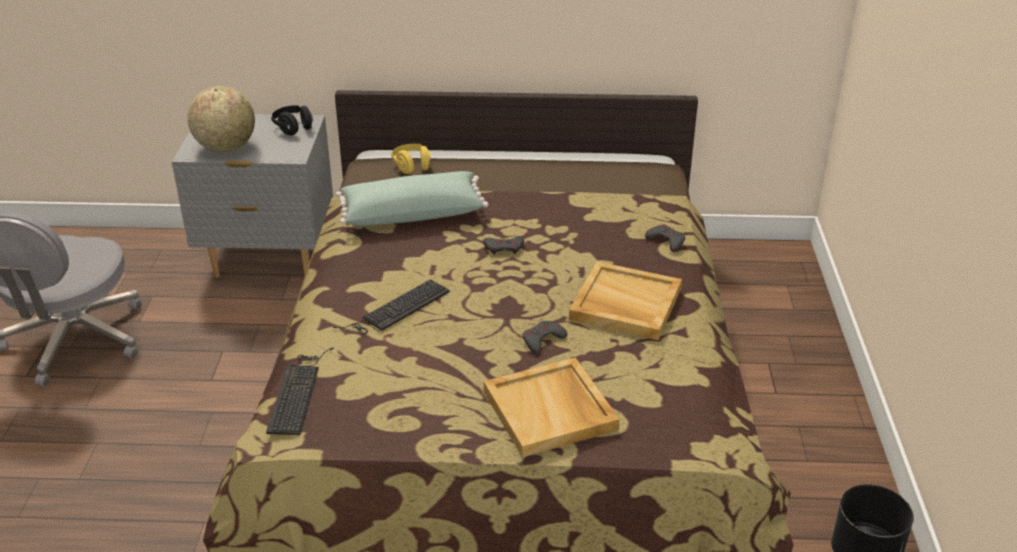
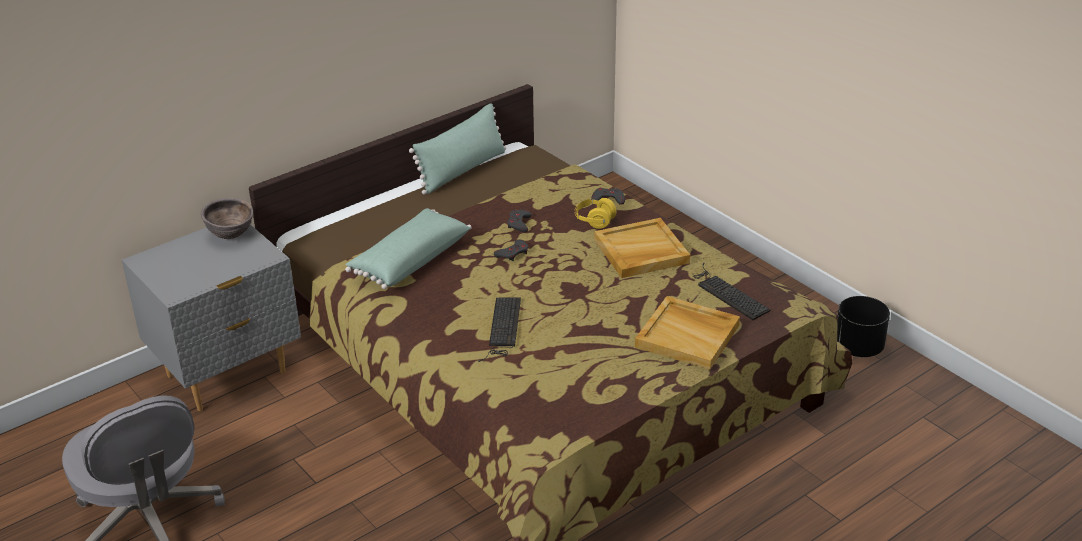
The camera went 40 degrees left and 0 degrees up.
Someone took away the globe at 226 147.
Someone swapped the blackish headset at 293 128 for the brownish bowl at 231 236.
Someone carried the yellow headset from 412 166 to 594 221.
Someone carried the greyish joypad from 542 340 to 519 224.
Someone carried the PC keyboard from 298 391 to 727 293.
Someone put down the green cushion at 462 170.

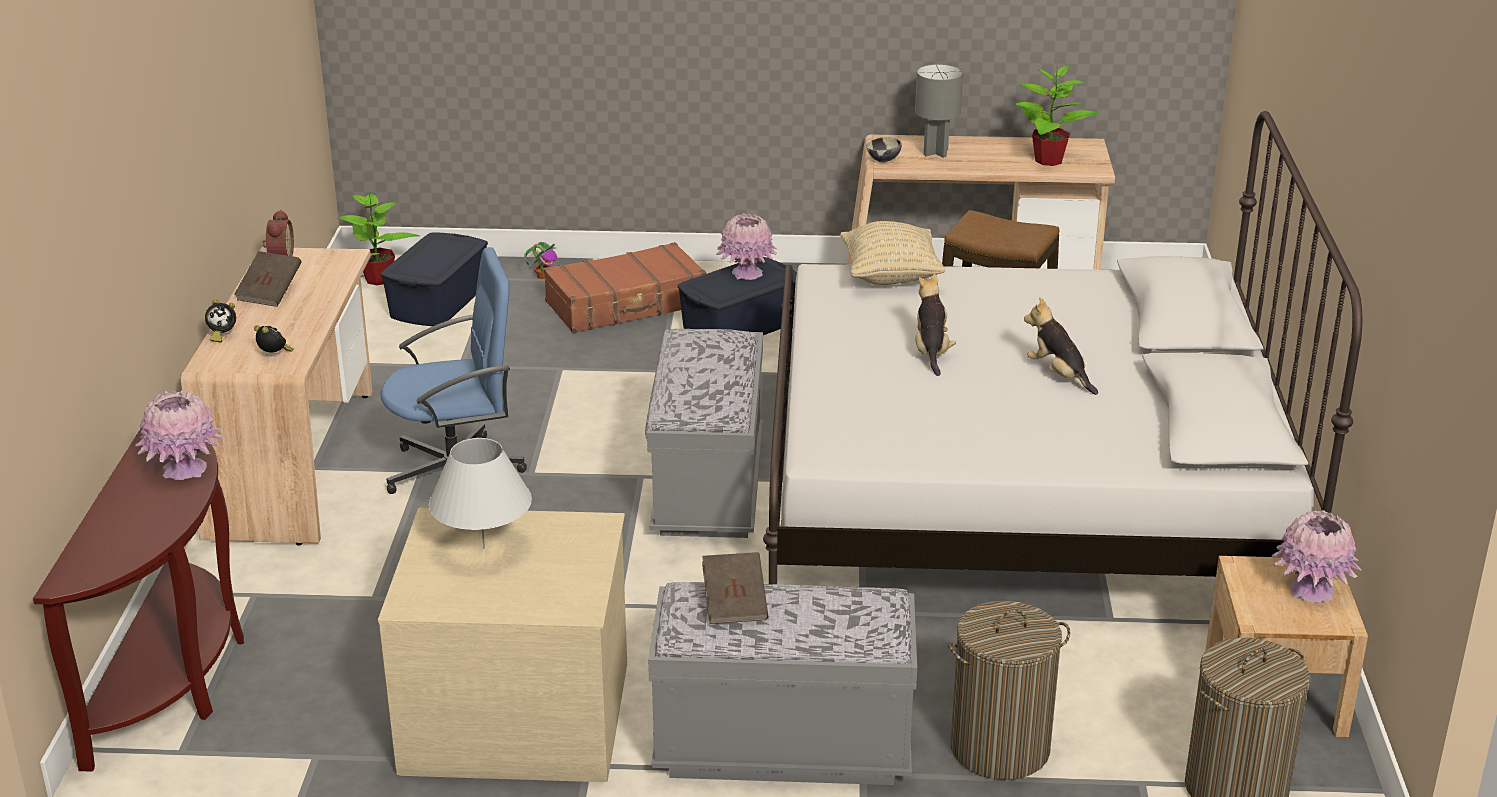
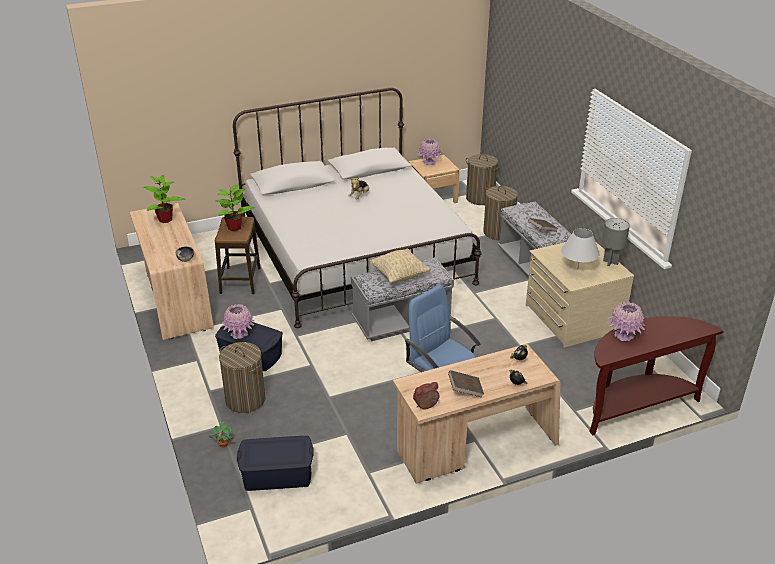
The camera went 115 degrees left and 5 degrees up.
Someone carried the greyish table lamp from 935 153 to 610 262.
Someone carried the potted plant from 379 279 to 235 227.
Someone carried the beige-coloured cushion from 890 276 to 399 275.
Someone swapped the brownish travel case at 626 304 for the hamper at 245 400.
Someone took away the soft toy at 931 352.

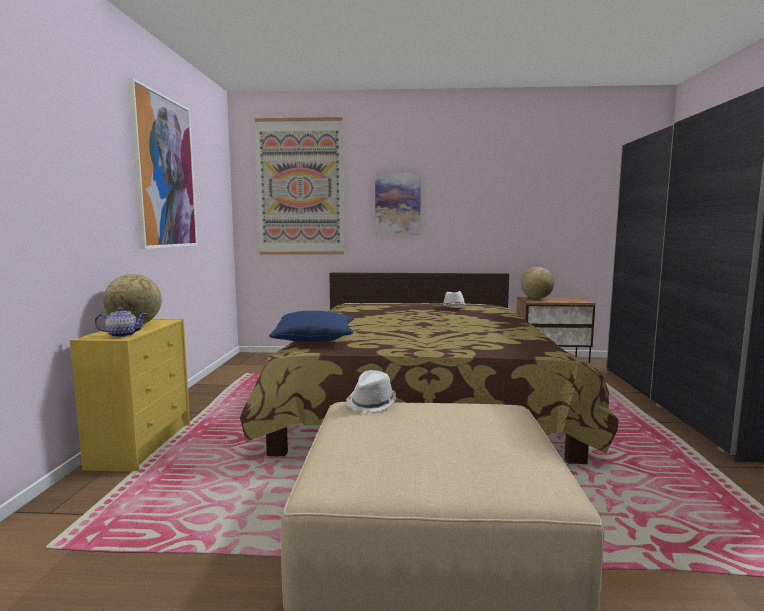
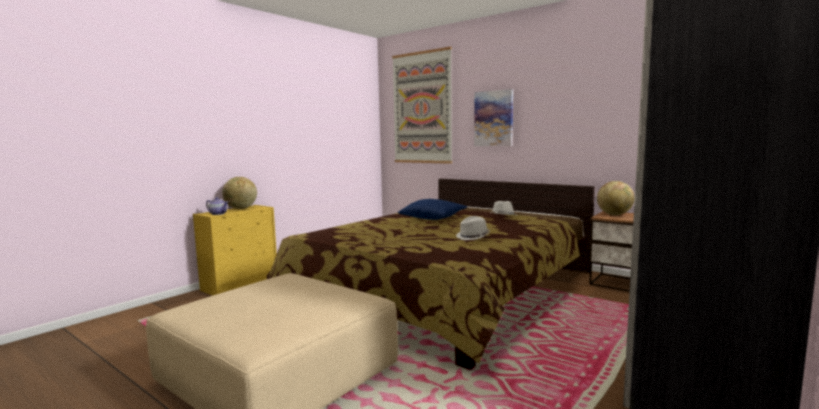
The camera went 35 degrees right and 0 degrees up.
Someone took away the wall picture at 164 172.
Someone carried the blue-coloured cushion from 315 339 to 433 218.
Someone carried the white-coloured hat from 372 403 to 473 237.

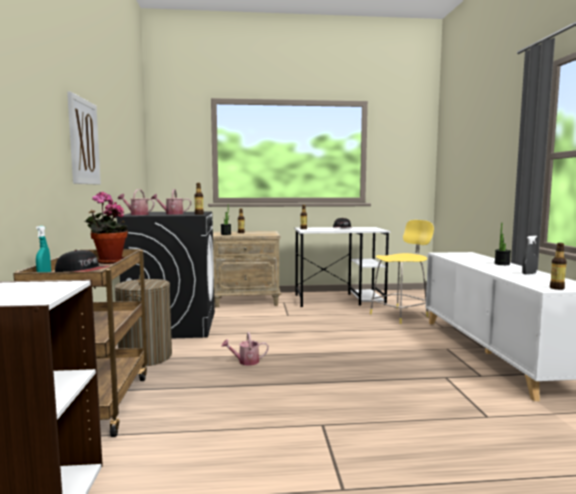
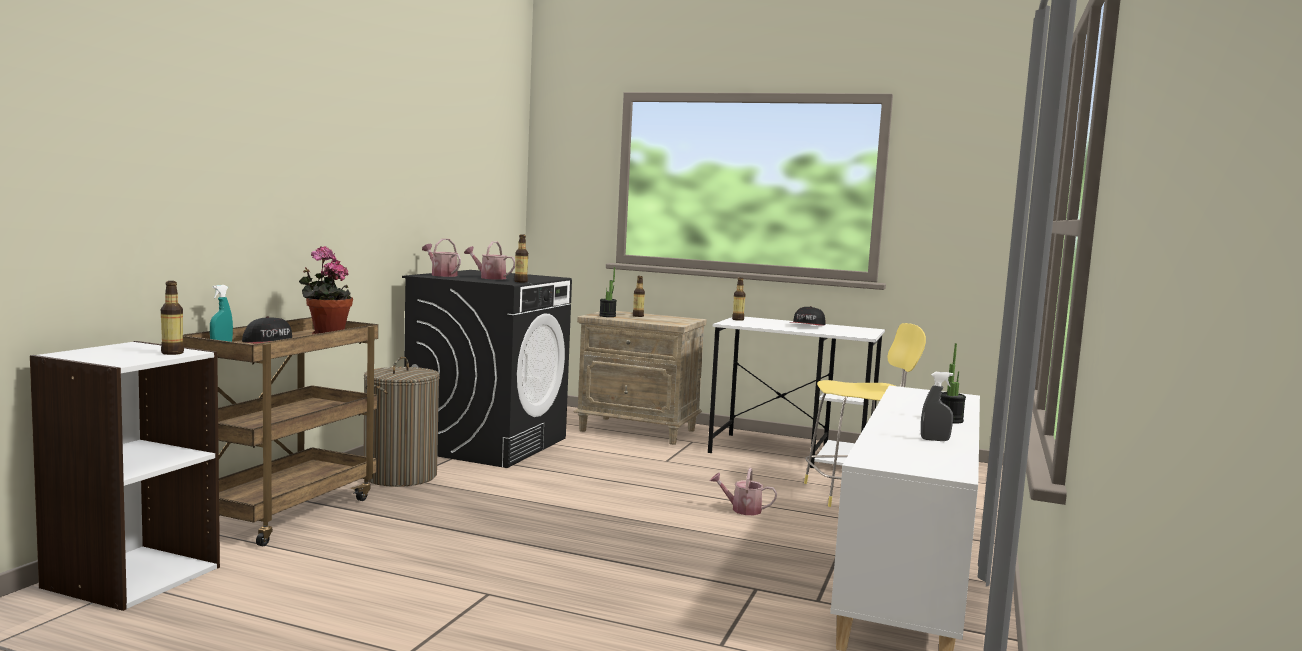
The camera went 25 degrees right and 0 degrees up.
Someone took away the wall picture at 83 142.
Someone carried the bottle from 556 288 to 172 353.
Someone carried the watering can from 245 361 to 742 509.

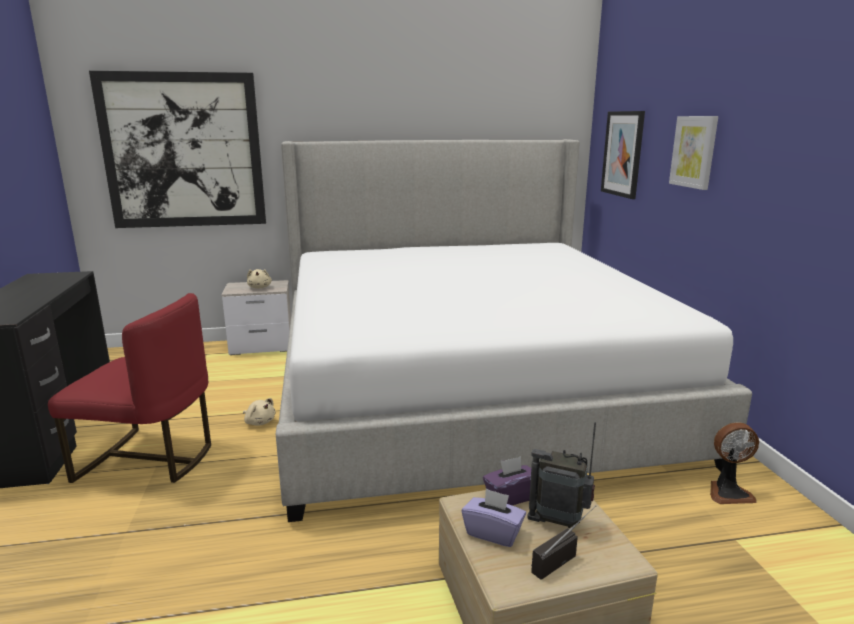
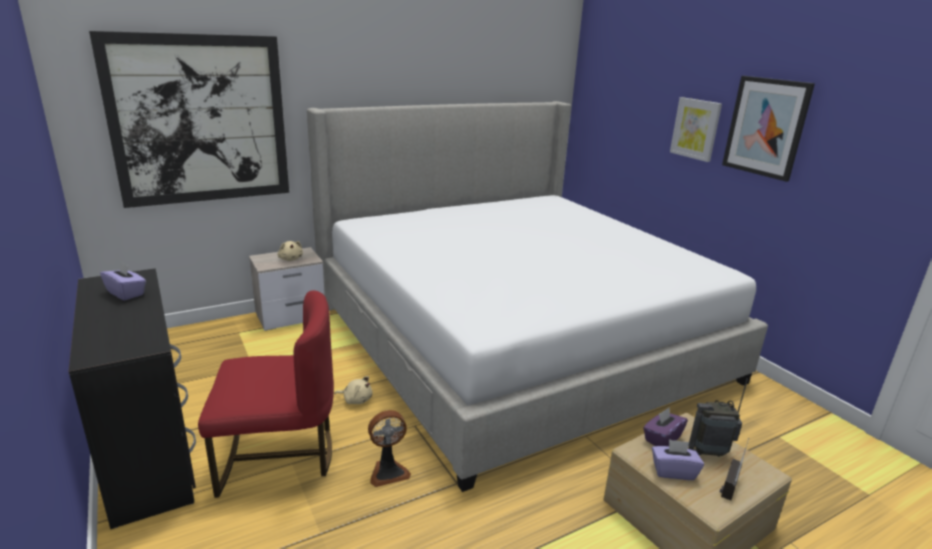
The camera went 20 degrees left and 5 degrees up.
Someone carried the wall picture from 623 154 to 766 127.
Someone carried the electric fan from 728 492 to 388 471.
Someone put down the purple-coloured box of tissues at 126 293.

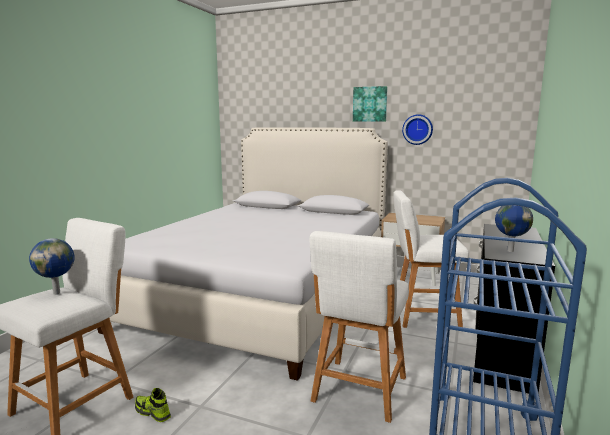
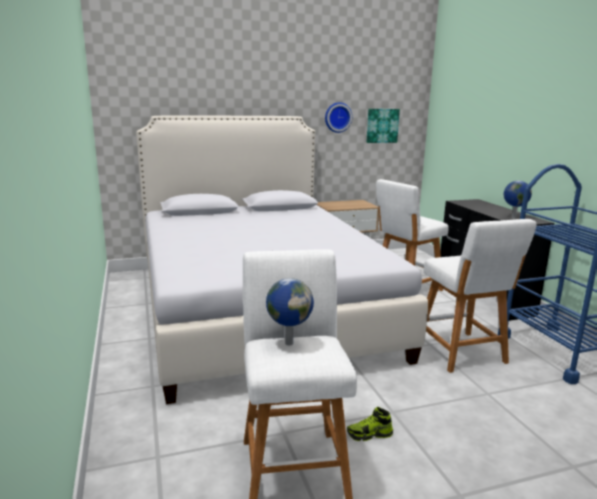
The camera went 40 degrees left and 5 degrees up.
Someone carried the wall picture from 370 104 to 382 125.

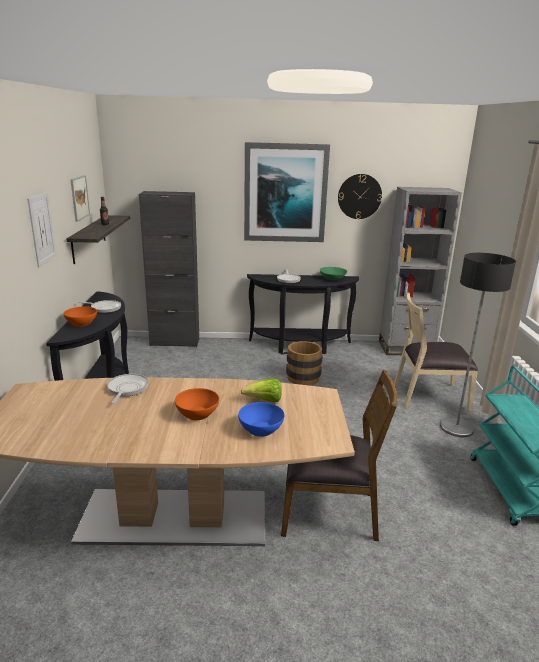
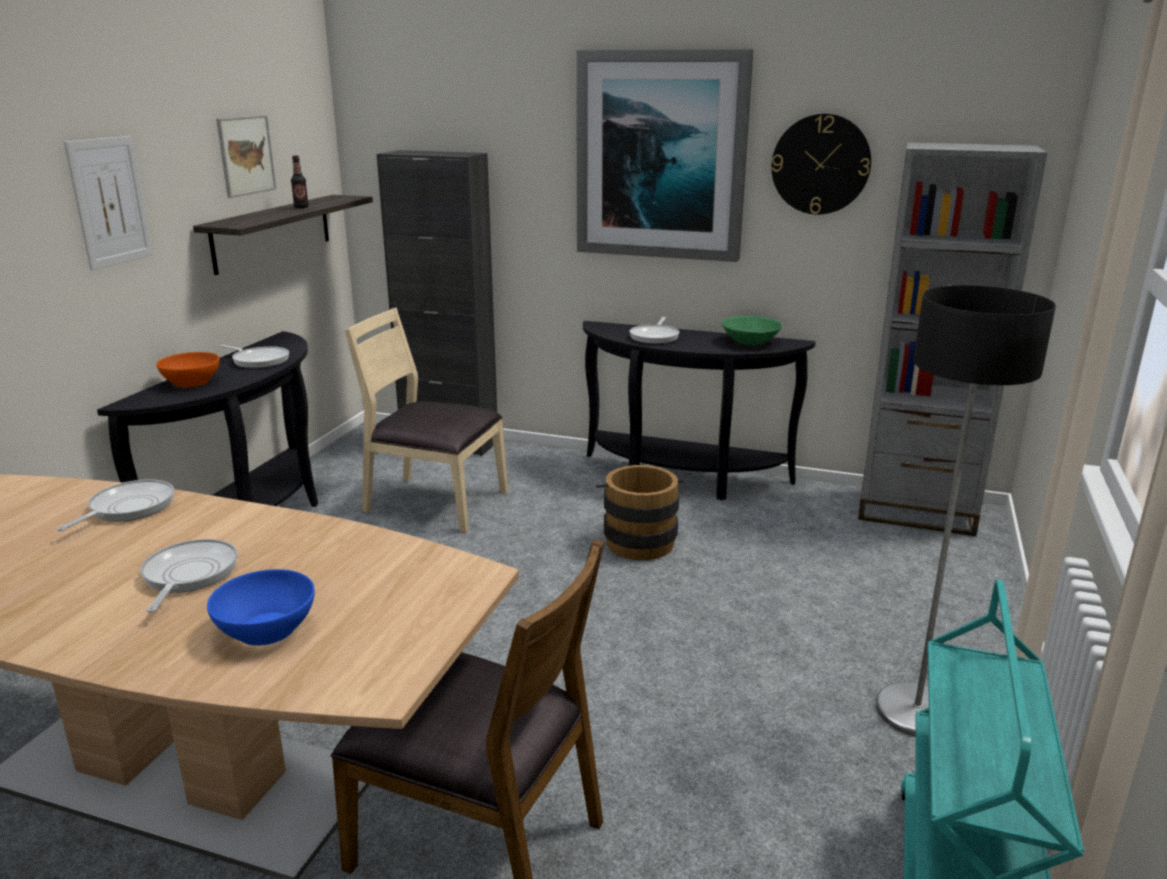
The camera went 20 degrees right and 0 degrees up.
Someone carried the beige-coloured plain chair from 429 396 to 434 502.
Someone took away the lettuce head at 264 401.
Someone swapped the orangey bowl at 197 414 for the skillet at 188 575.

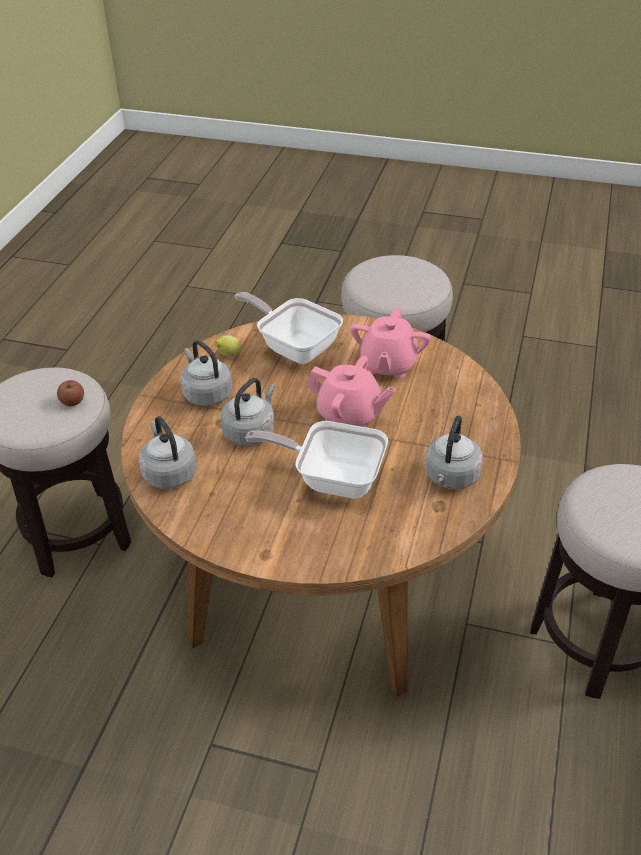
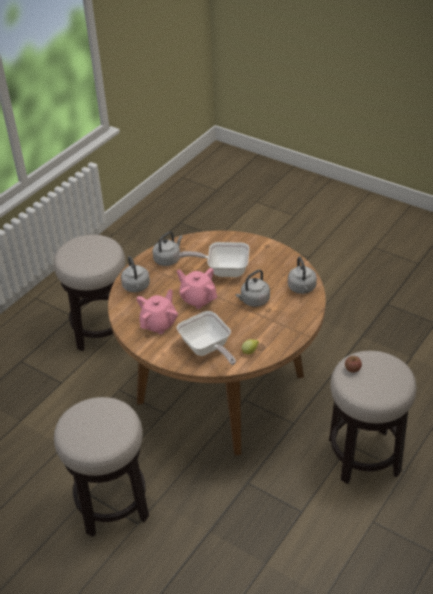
The camera went 160 degrees left and 0 degrees up.
Someone carried the greyish water kettle from 206 393 to 136 287.
Someone rotated the skillet at 331 478 by 150 degrees clockwise.

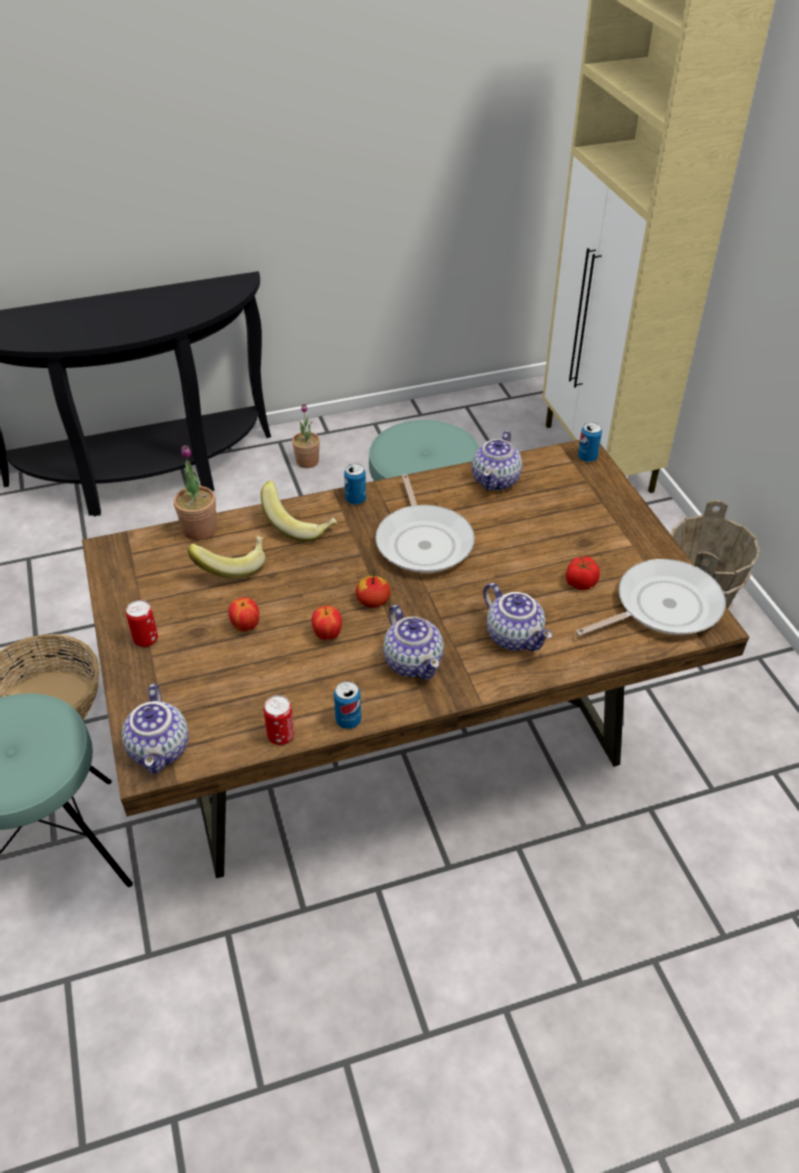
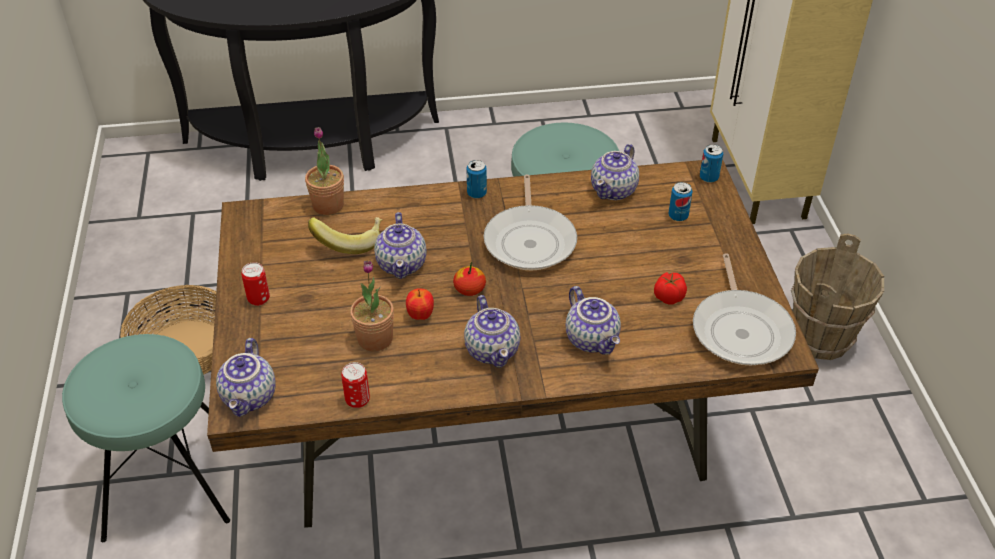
The camera went 10 degrees right and 0 degrees up.
Someone carried the potted plant from 307 461 to 375 339.
Someone took away the banana fruit at 299 525.
Someone rotated the skillet at 662 606 by 105 degrees clockwise.
Someone took away the apple fruit at 246 626.
Someone carried the metal can from 348 720 to 678 216.
Someone put down the pot for tea at 402 264.

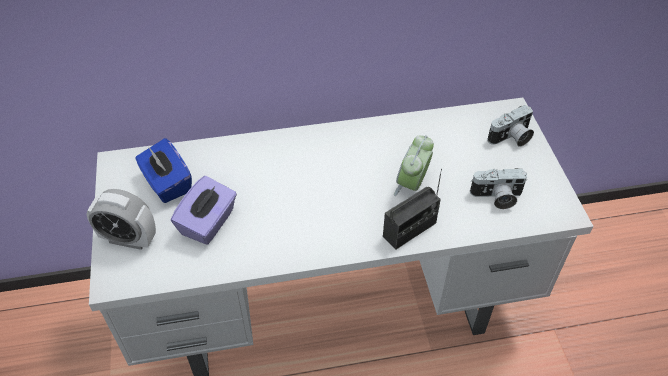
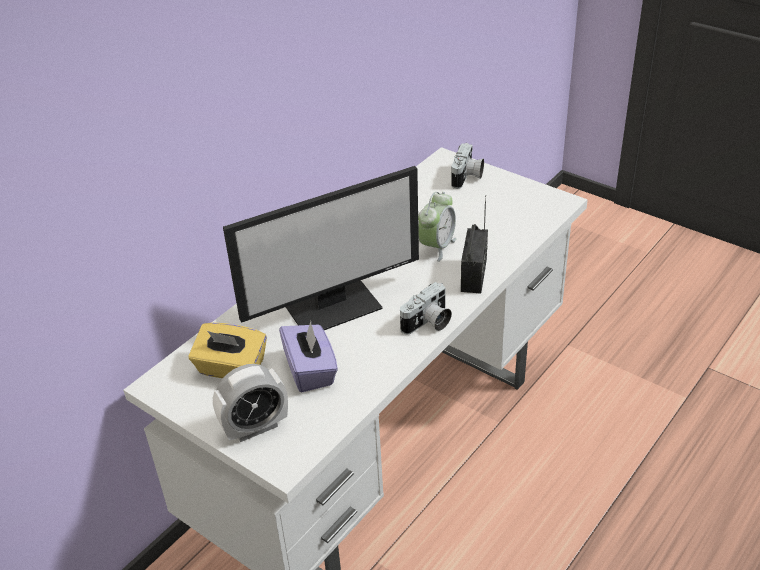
The camera went 40 degrees left and 10 degrees down.
Someone rotated the table clock at 412 184 by 135 degrees counterclockwise.
Someone repainted the blue-coloured box of tissues at 167 183, which became the yellow box of tissues at 231 368.
Someone carried the still camera from 496 197 to 428 323.
Someone put down the monitor at 334 306.

